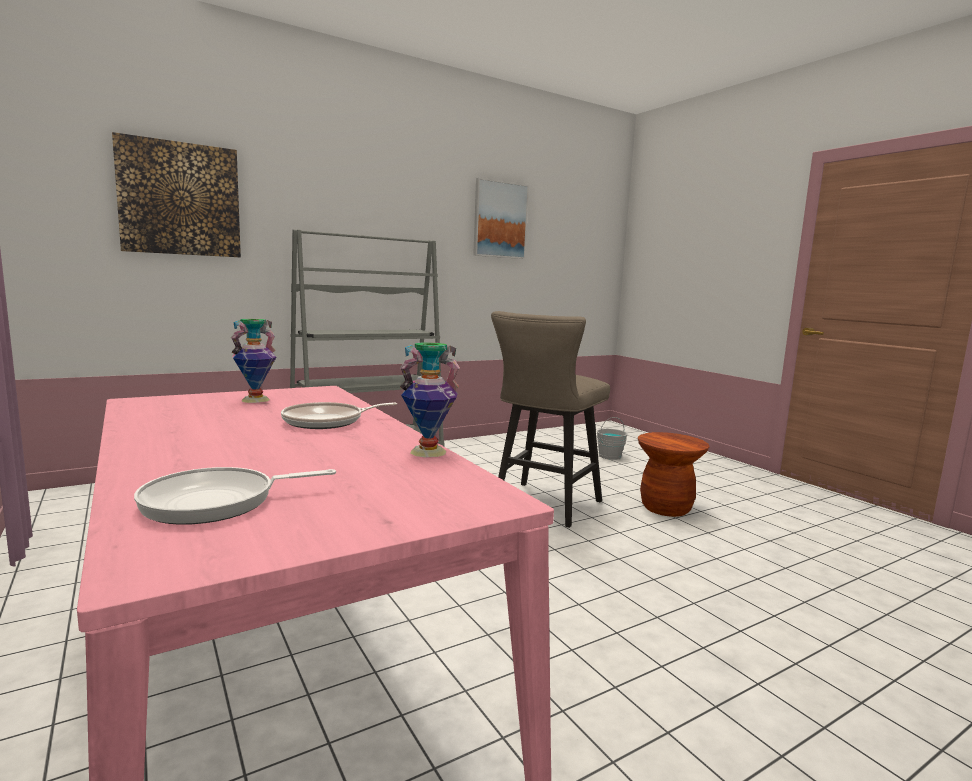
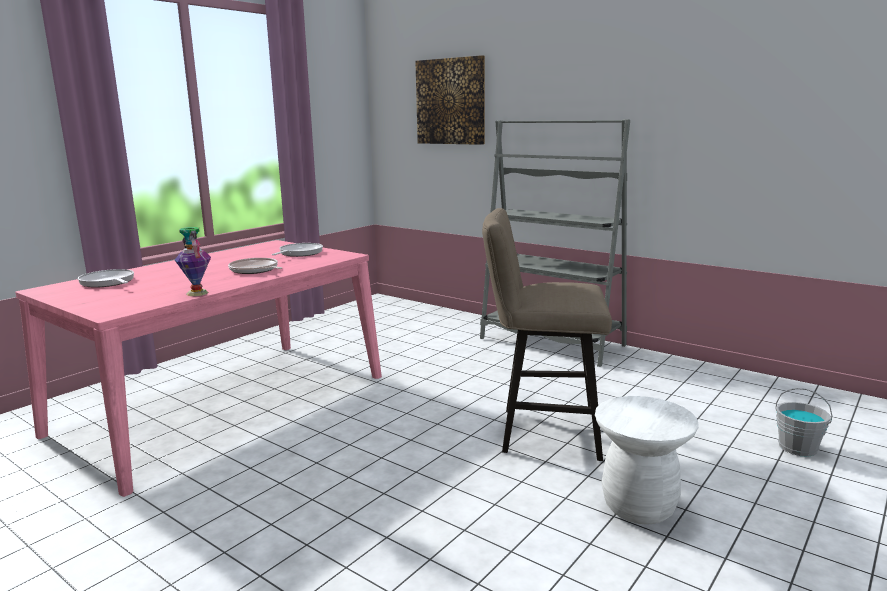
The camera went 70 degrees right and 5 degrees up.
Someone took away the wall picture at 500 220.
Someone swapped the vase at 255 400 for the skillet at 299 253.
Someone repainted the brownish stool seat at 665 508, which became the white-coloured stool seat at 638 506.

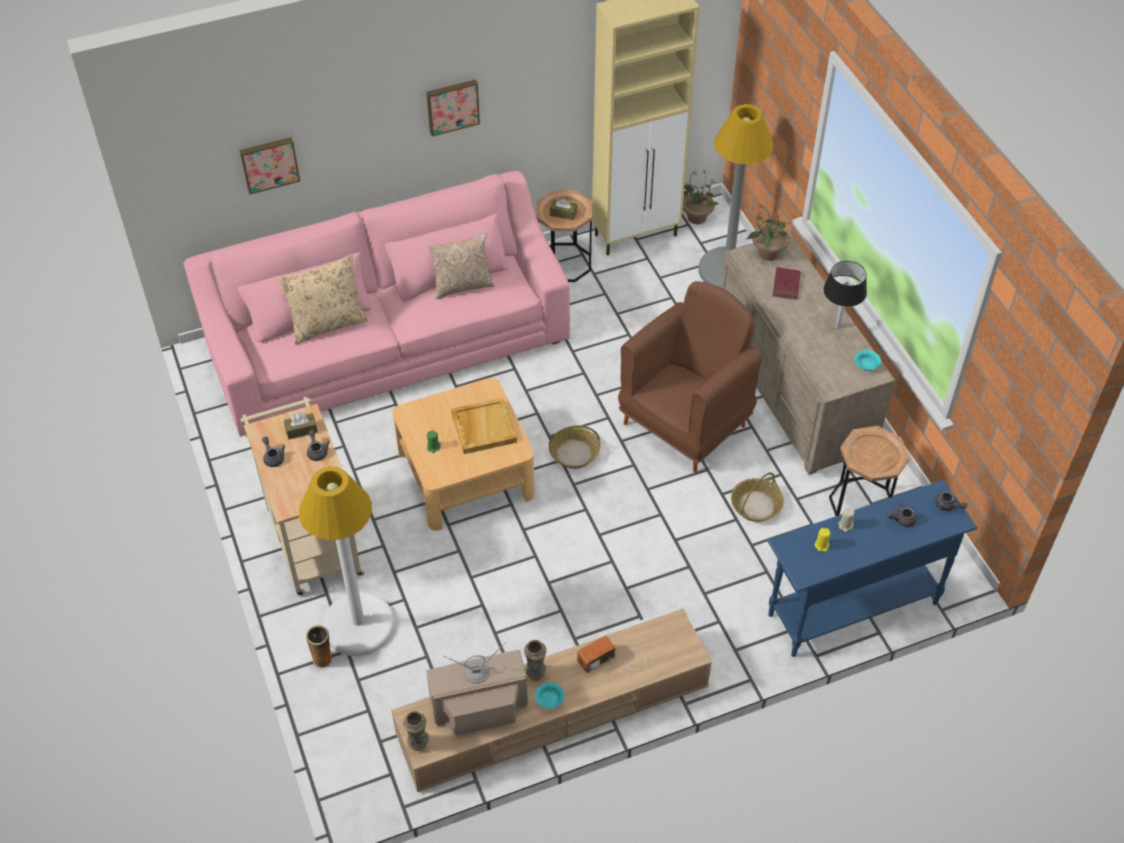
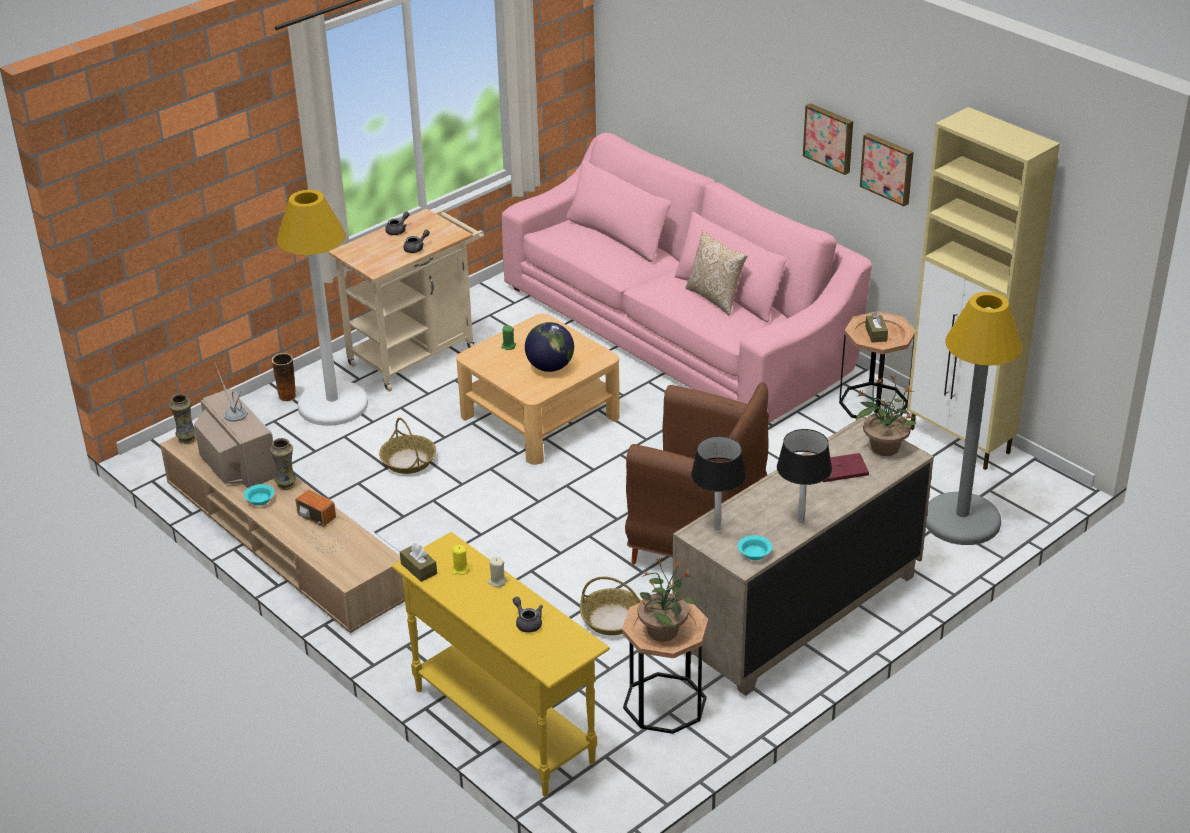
The camera went 70 degrees right and 15 degrees down.
Someone carried the wall picture from 269 164 to 888 168.
Someone carried the potted plant from 696 217 to 663 630.
Someone took away the beige-coloured cushion at 327 324.
Someone swapped the beige-coloured carrying tray at 483 427 for the globe at 550 367.
Someone carried the brownish box of tissues from 301 430 to 419 568.
Someone carried the storage basket from 574 453 to 408 461.
Someone repainted the blue-coloured narrow table at 852 609, which became the yellow narrow table at 503 724.
Someone took away the greyish pot for tea at 947 506.
Someone put down the blackish table lamp at 717 528.

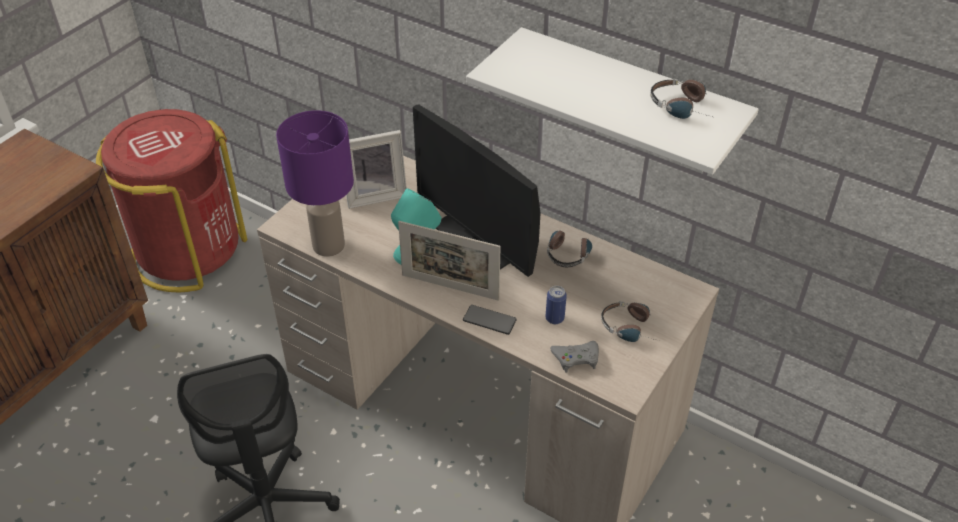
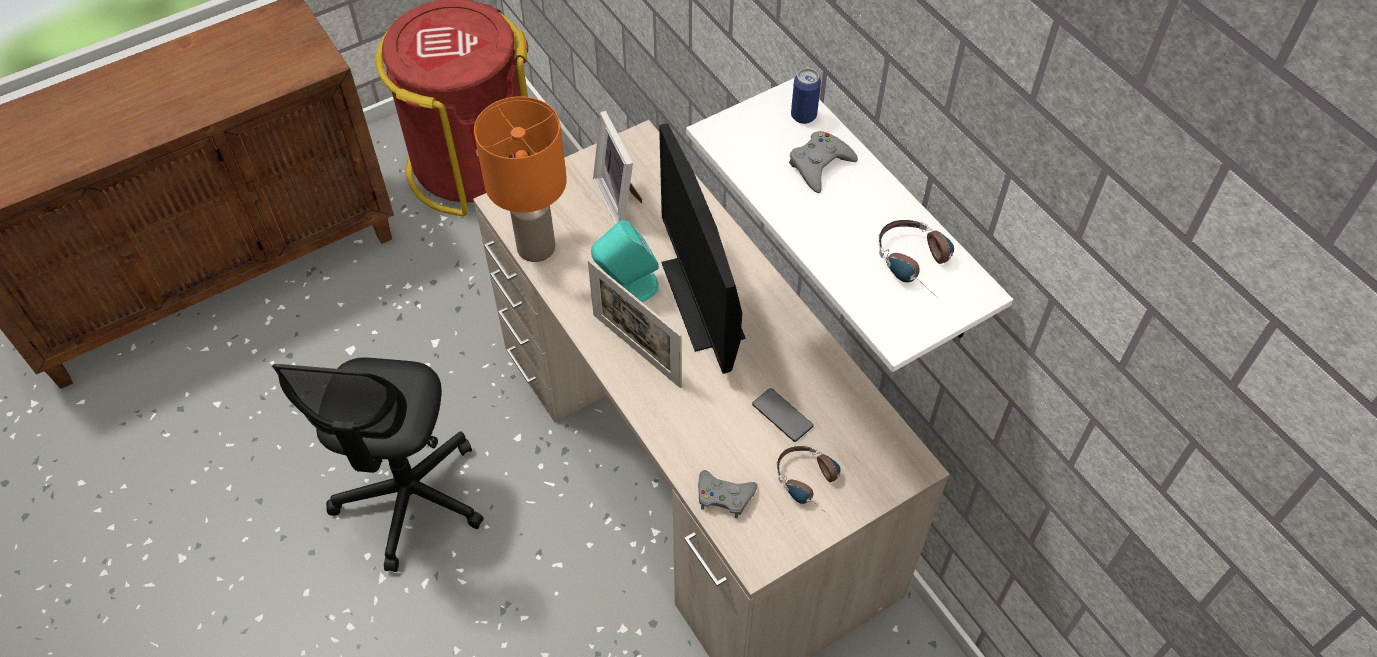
The camera went 25 degrees right and 10 degrees up.
Someone repainted the purple-coloured table lamp at 329 246, which became the orangey table lamp at 535 248.
Someone rotated the photo frame at 375 194 by 60 degrees clockwise.
Someone took away the headset at 569 250.
Someone carried the metal can from 554 318 to 803 116.
Someone carried the phone from 489 320 to 782 415.
Someone put down the greyish joypad at 819 165.

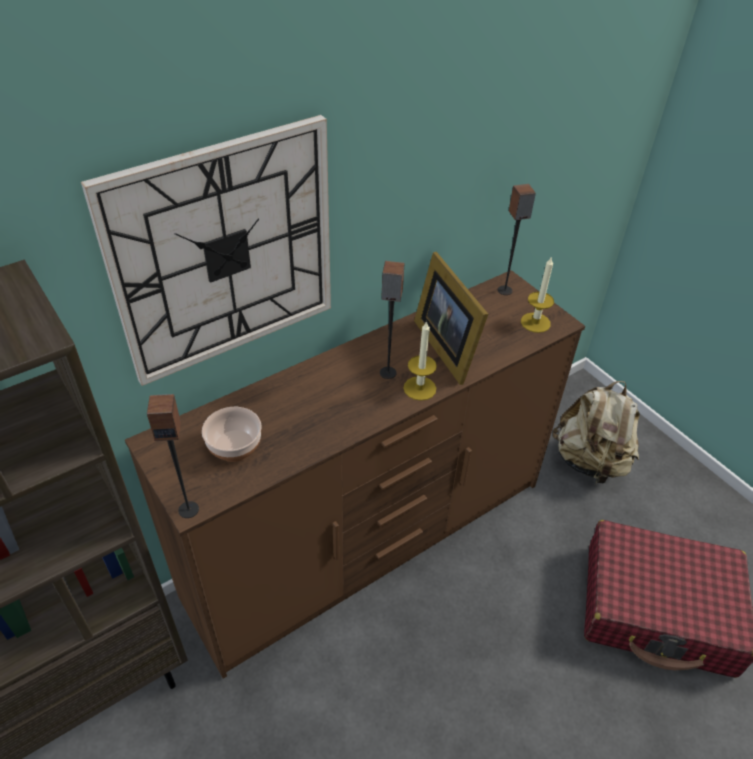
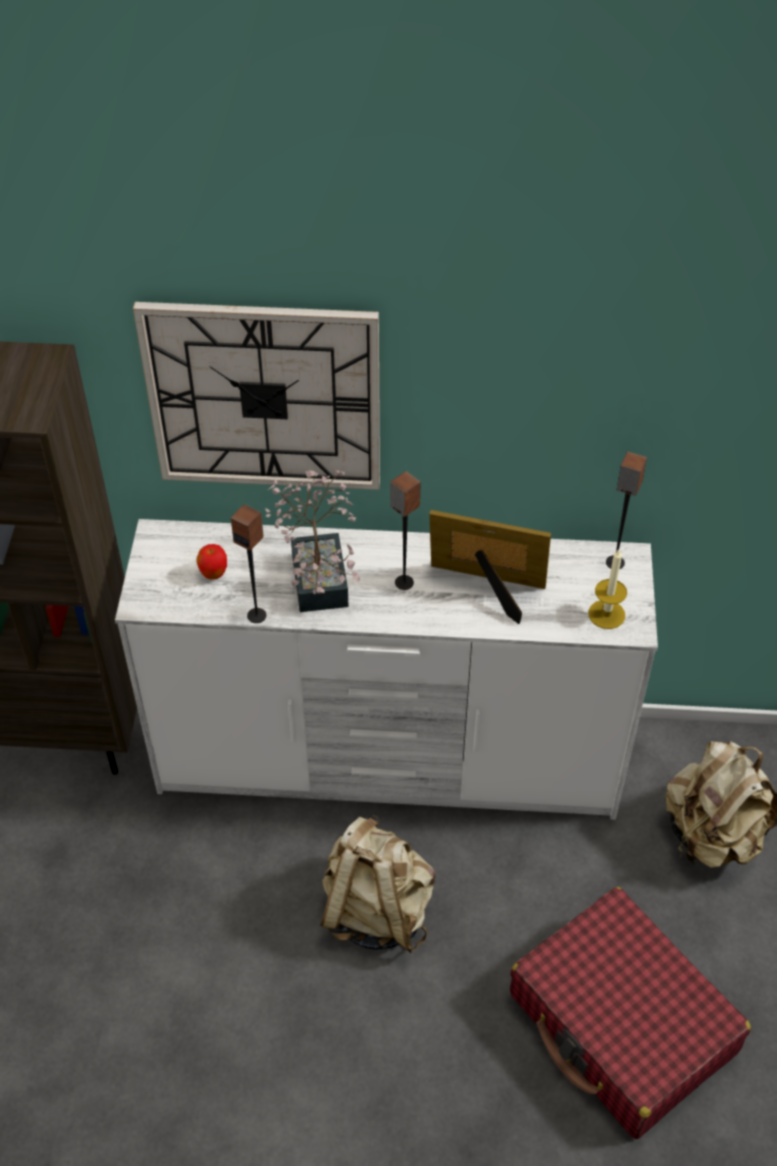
The camera went 40 degrees right and 5 degrees up.
Someone rotated the photo frame at 447 346 by 90 degrees clockwise.
Someone repainted the brownish drawer chest at 371 539, which became the white-coloured drawer chest at 390 761.
Someone took away the wax candle at 419 388.
Someone carried the audio speaker from 188 509 to 257 615.
Someone swapped the bowl at 235 446 for the apple fruit at 214 574.
Someone put down the potted plant at 319 573.
Someone put down the beige-coloured backpack at 376 910.

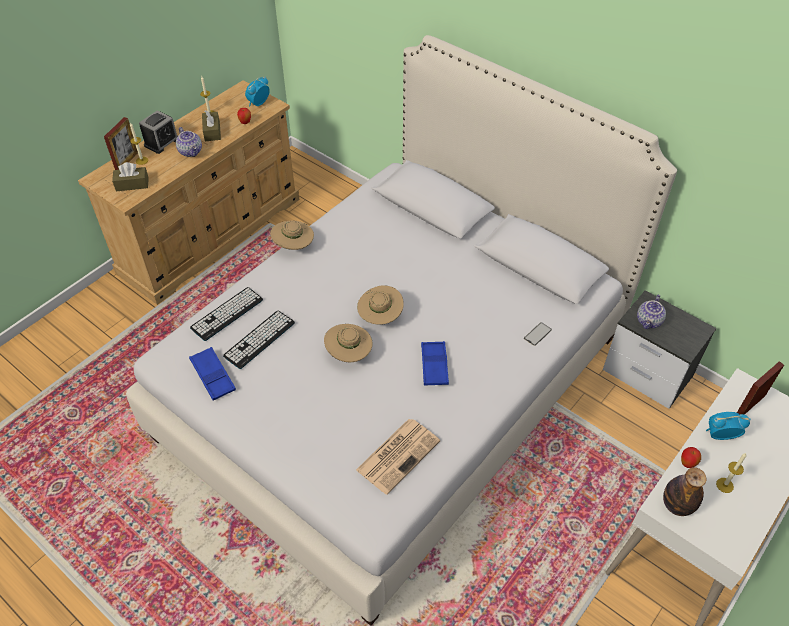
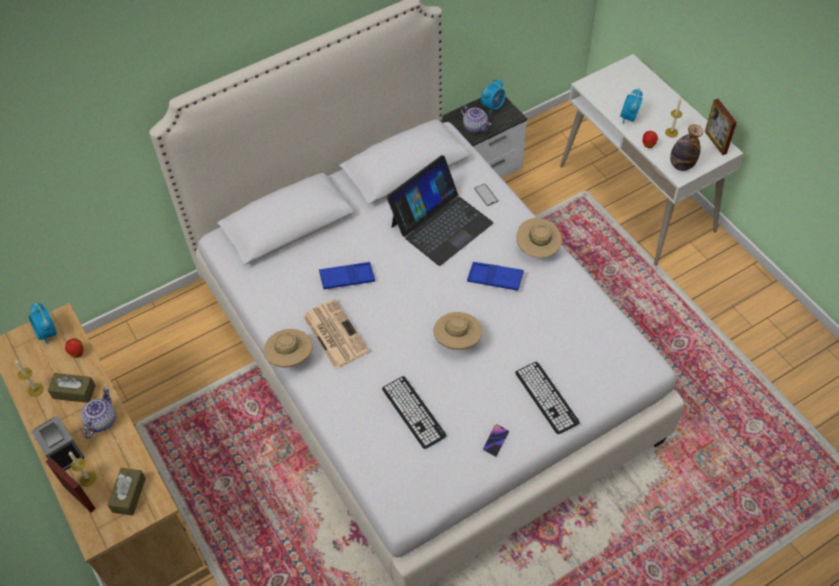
The camera went 70 degrees left and 5 degrees up.
Someone rotated the pot for tea at 191 152 by 60 degrees counterclockwise.
Someone carried the beige-coloured hat from 380 316 to 537 249.
Someone carried the PC keyboard from 227 314 to 546 397.
Someone carried the blue-coloured carrying tray from 213 376 to 347 278.
Someone carried the photo frame from 750 405 to 715 142.
Someone carried the daily paper from 398 454 to 334 333.
Someone put down the table clock at 493 106.
Someone put down the portable computer at 441 224.
Someone put down the phone at 495 441.

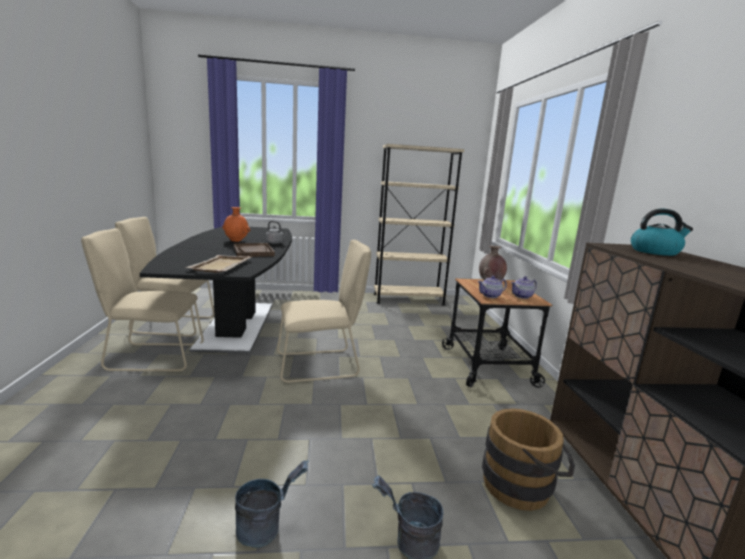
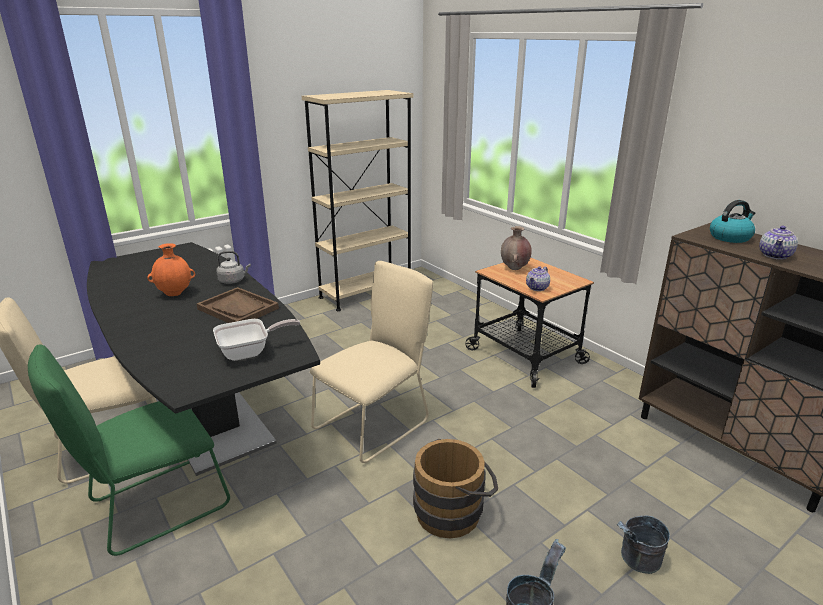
The camera went 30 degrees left and 10 degrees up.
Someone repainted the beige-coloured plain chair at 151 357, which became the green plain chair at 153 506.
Someone swapped the beige-coloured carrying tray at 220 265 for the skillet at 250 352.
Someone carried the pot for tea from 522 296 to 775 255.
Someone carried the brownish bucket from 522 486 to 454 511.

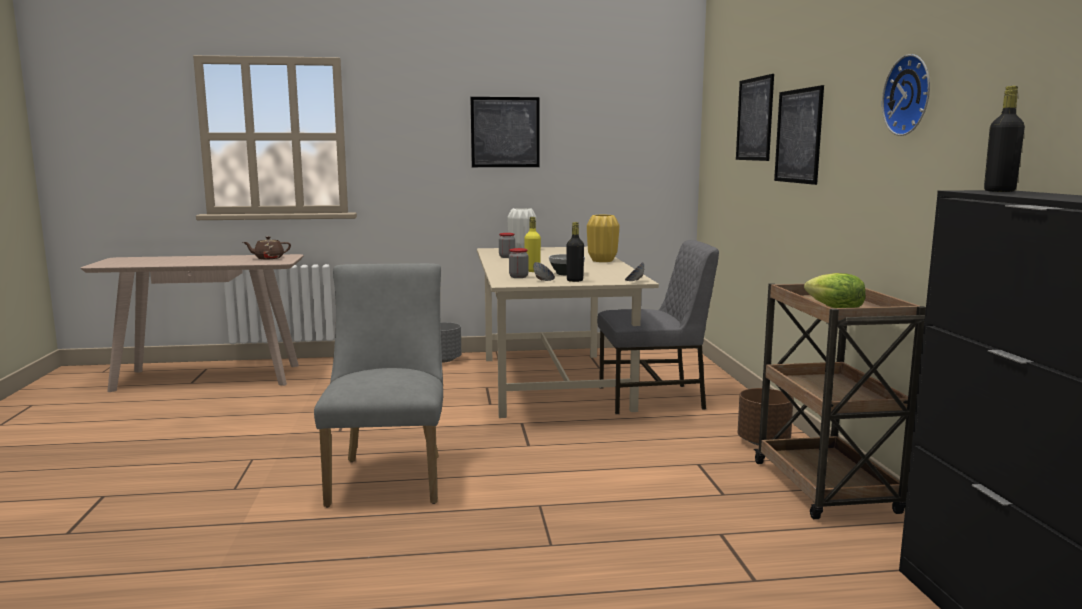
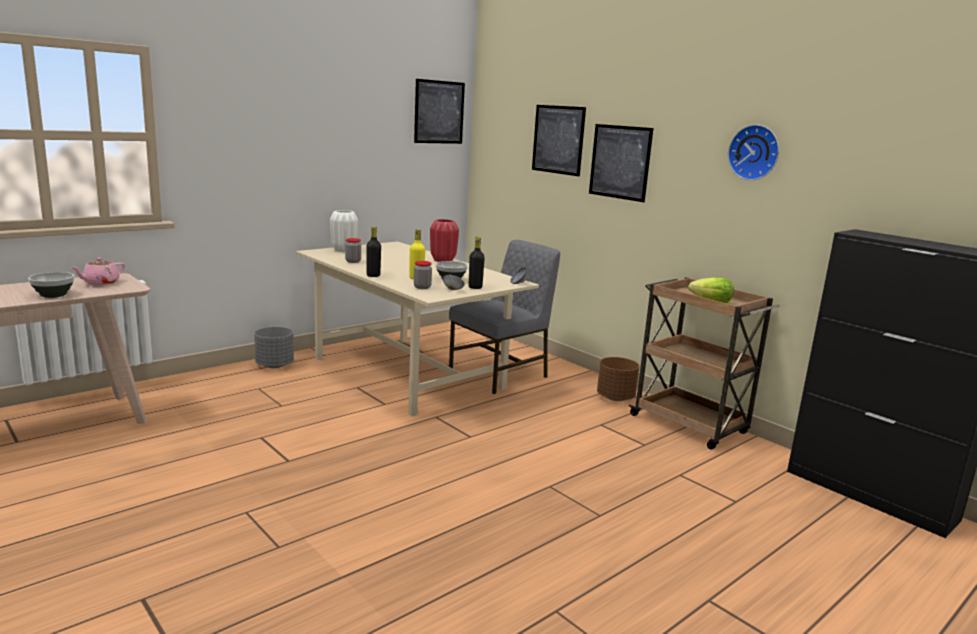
The camera went 35 degrees left and 5 degrees up.
Someone carried the blackish bottle from 999 191 to 373 275.
Someone carried the wall picture from 505 132 to 439 112.
Someone repainted the yellow vase at 602 261, which became the red vase at 443 260.
Someone repainted the brownish pot for tea at 268 258, which became the pinkish pot for tea at 100 283.
Someone took away the greyish plain chair at 389 476.
Someone put down the bowl at 54 294.

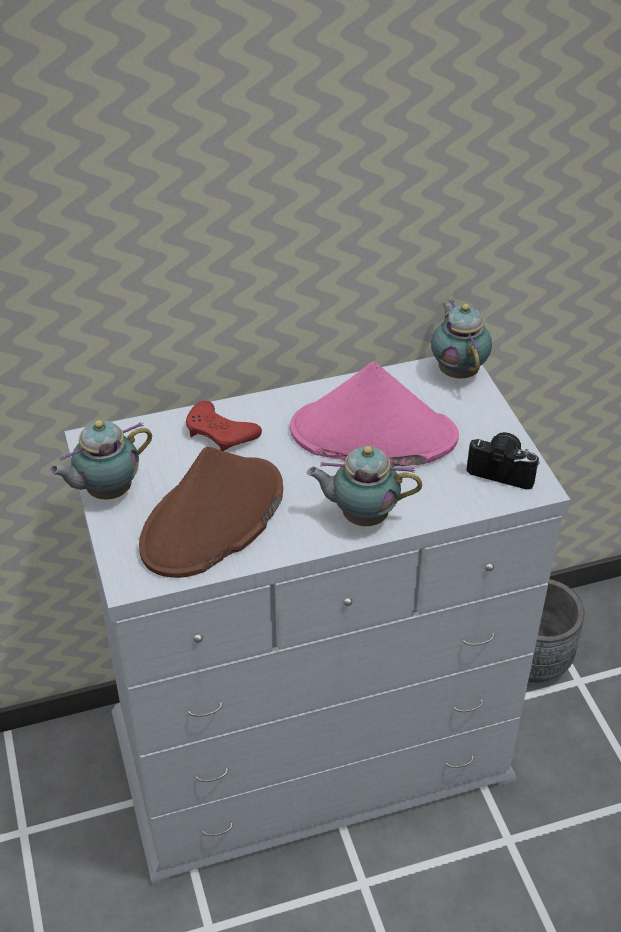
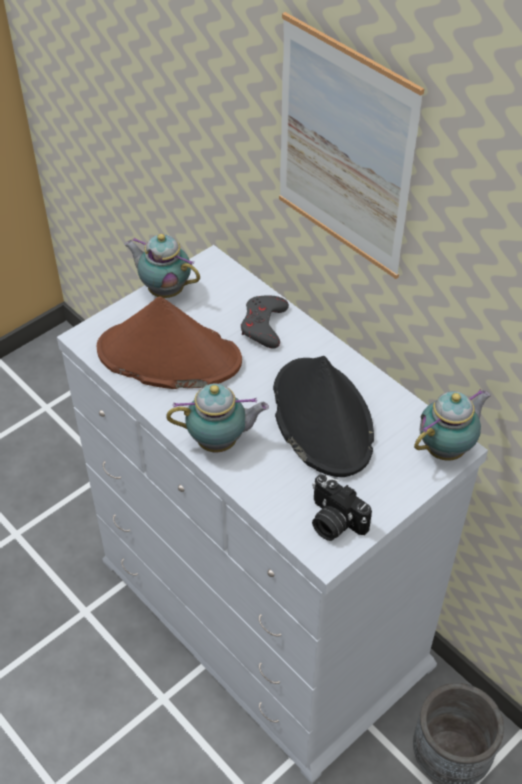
The camera went 65 degrees right and 5 degrees up.
Someone repainted the pinkish hat at 372 434, which became the blackish hat at 321 417.
Someone repainted the red joypad at 220 432, which became the greyish joypad at 264 325.
Someone rotated the still camera at 503 470 by 135 degrees clockwise.
Someone rotated the pot for tea at 361 516 by 105 degrees clockwise.
Someone put up the wall picture at 344 149.

